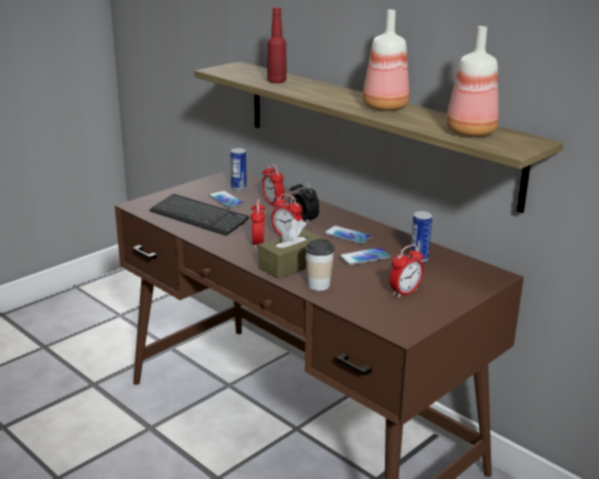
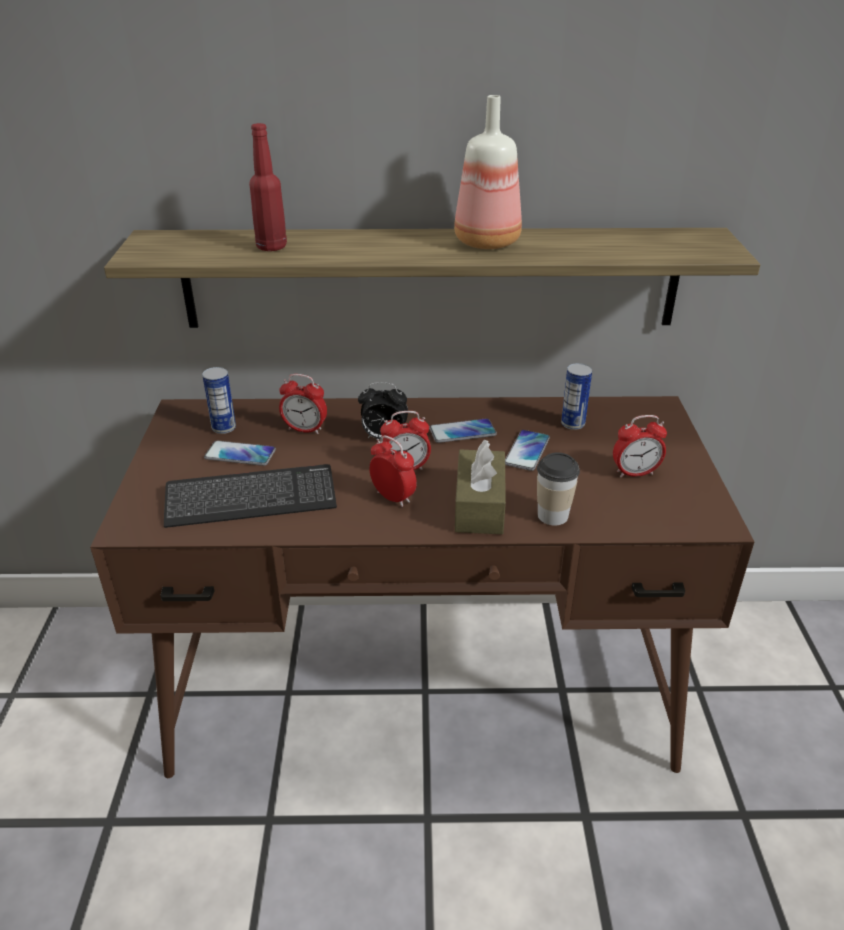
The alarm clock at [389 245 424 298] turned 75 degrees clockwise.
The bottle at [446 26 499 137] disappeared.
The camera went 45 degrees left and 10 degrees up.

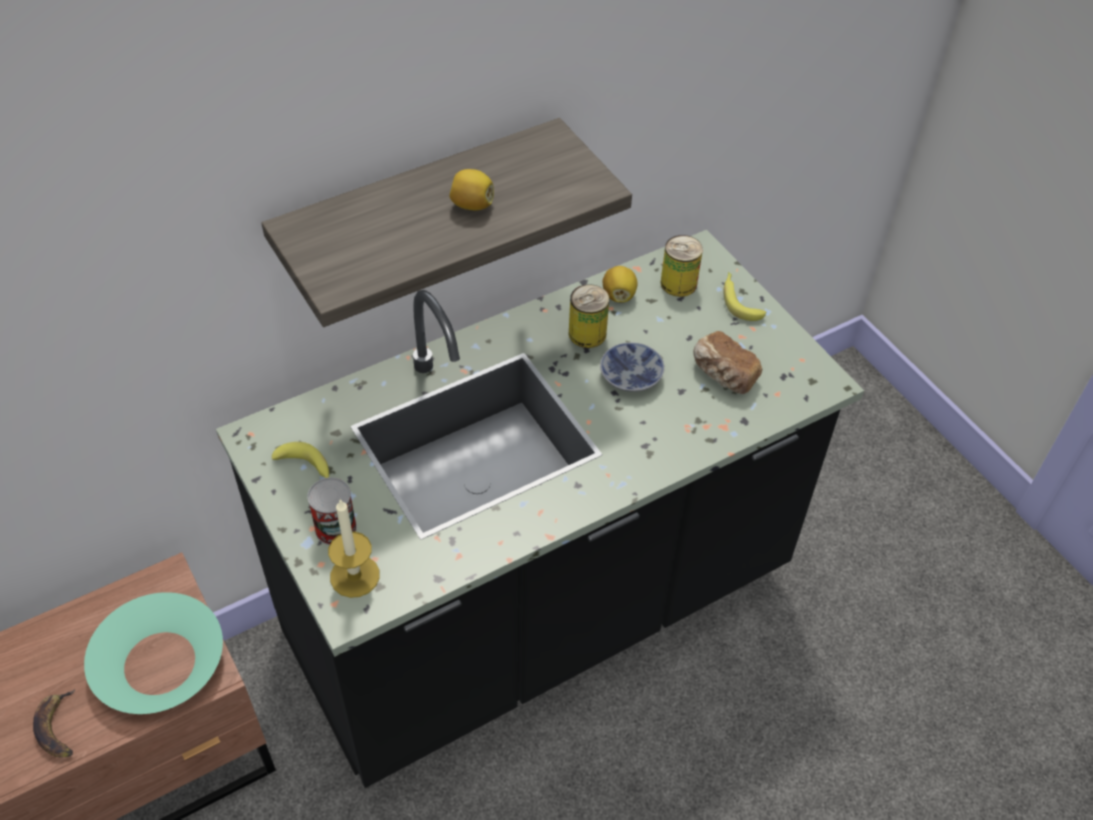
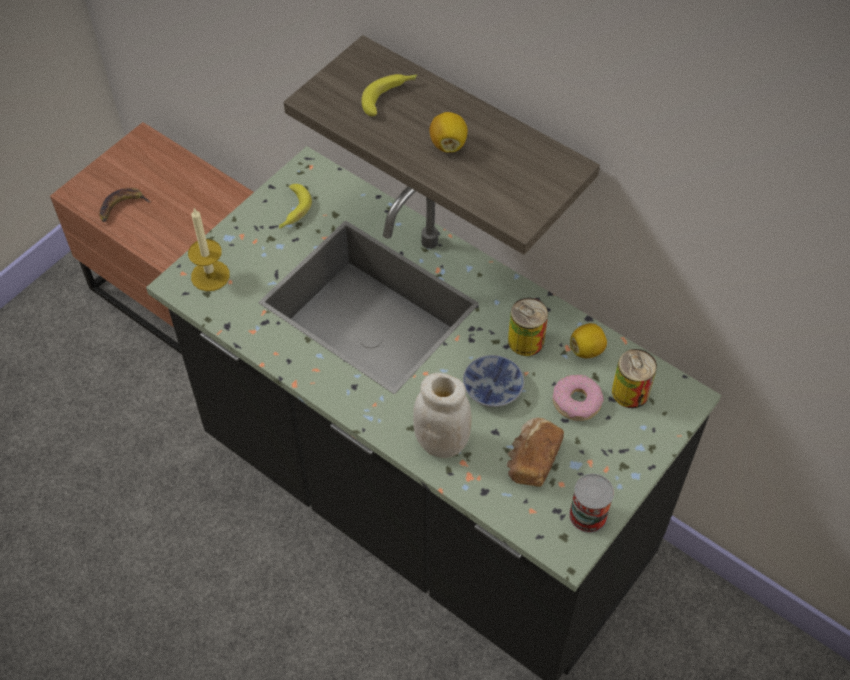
The banana moved from [724 272 766 321] to [362 74 417 116].
The white jar at [413 373 472 458] appeared.
The donut at [553 375 604 421] appeared.
The can moved from [307 477 357 545] to [569 474 614 533].
The turquoise bowl at [84 592 223 714] disappeared.
The camera went 70 degrees right and 5 degrees up.

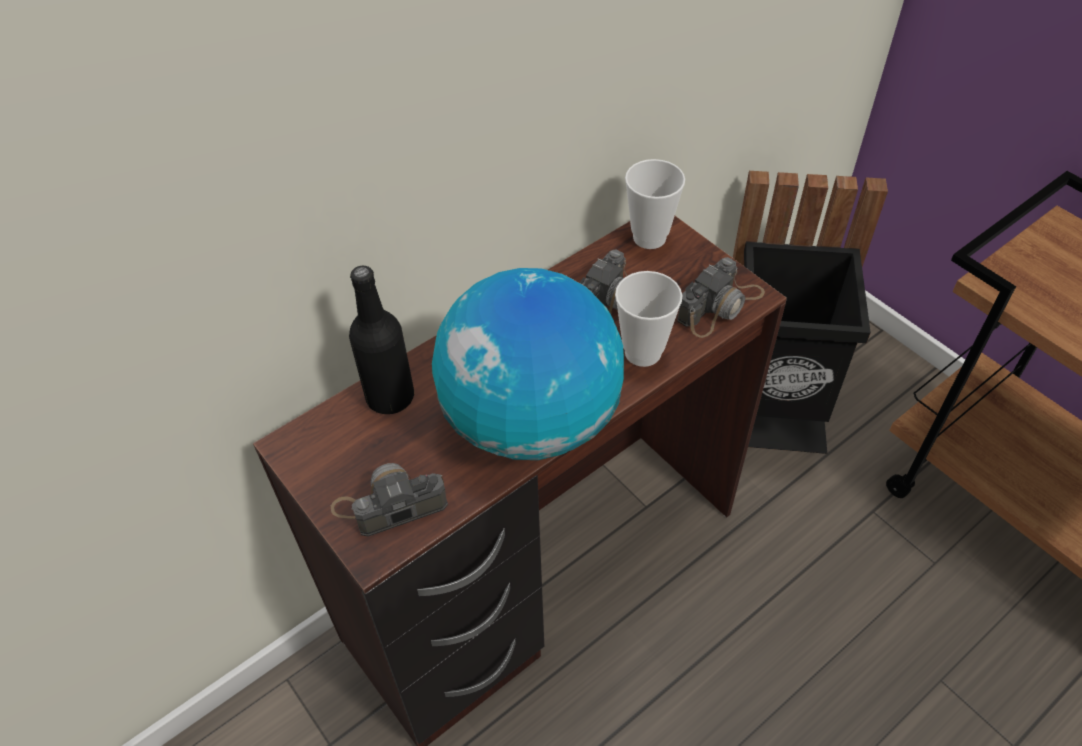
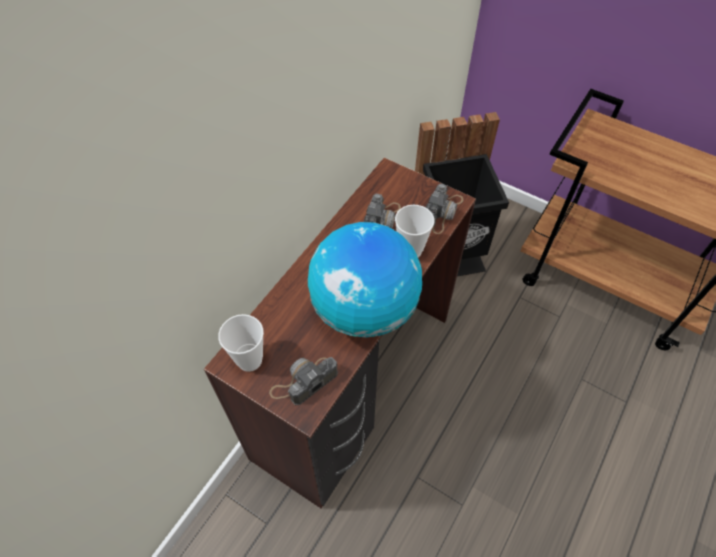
The cup moved from [625 159 685 249] to [218 314 264 372].
The black bottle at [349 265 414 414] disappeared.
The camera went 20 degrees left and 5 degrees up.

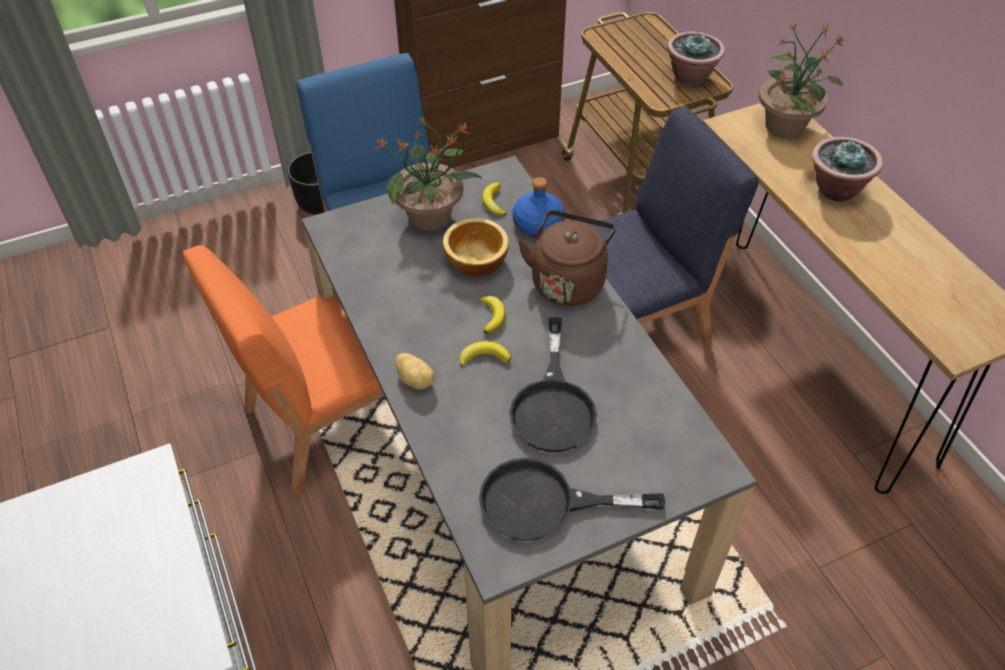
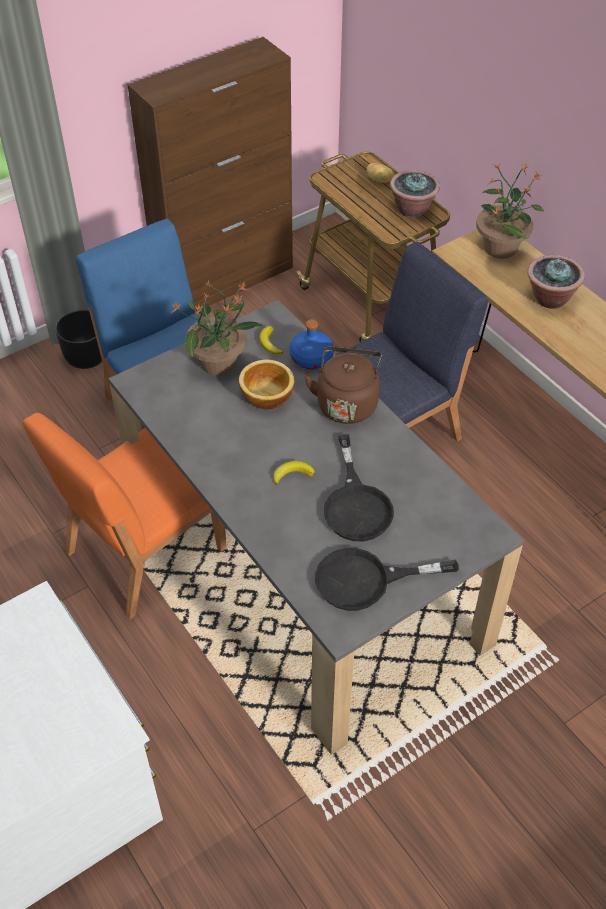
The potato moved from [395 353 435 389] to [367 163 393 183].
The banana at [479 296 505 334] disappeared.
The camera went 10 degrees left and 0 degrees up.

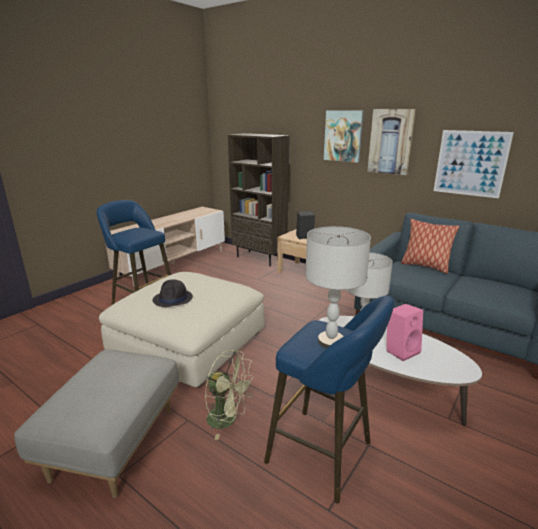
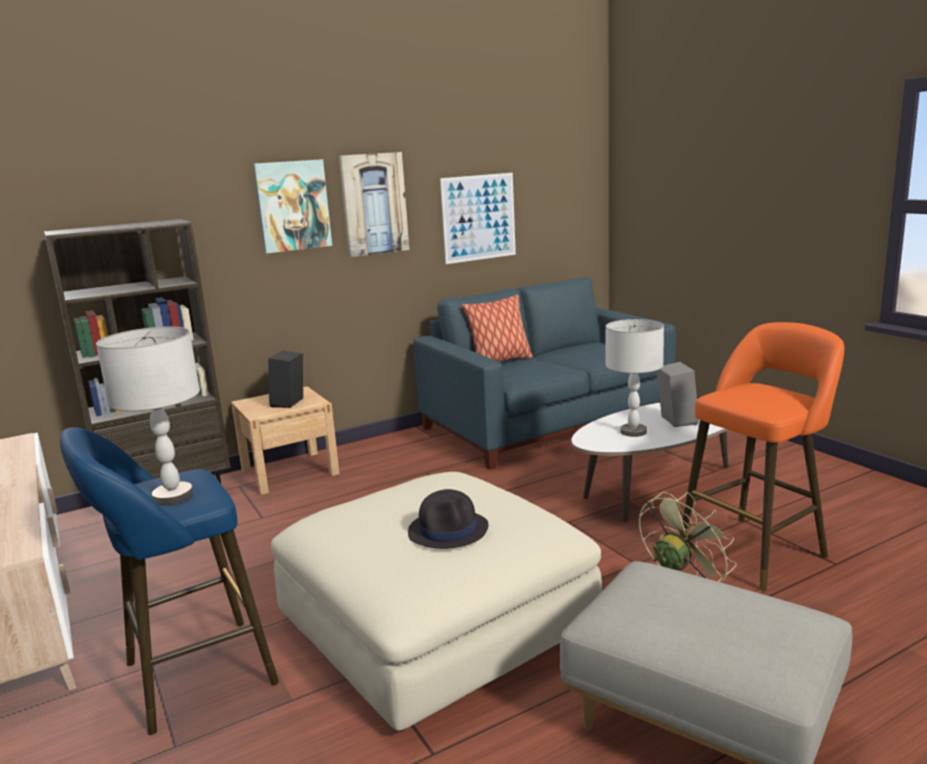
The grey table lamp moved from [305 226 371 349] to [96 326 200 505].
The pink speaker at [387 304 423 361] became the grey speaker at [657 362 699 427].
The blue stool at [264 296 394 504] became the orange stool at [680 322 844 591].
The camera went 65 degrees left and 5 degrees down.

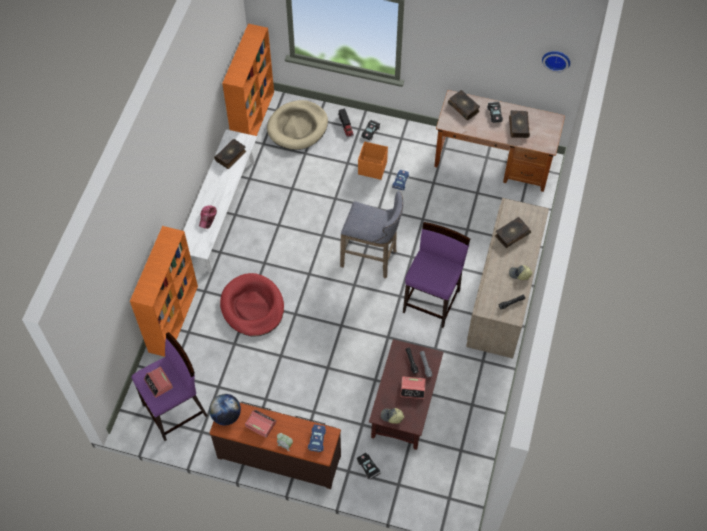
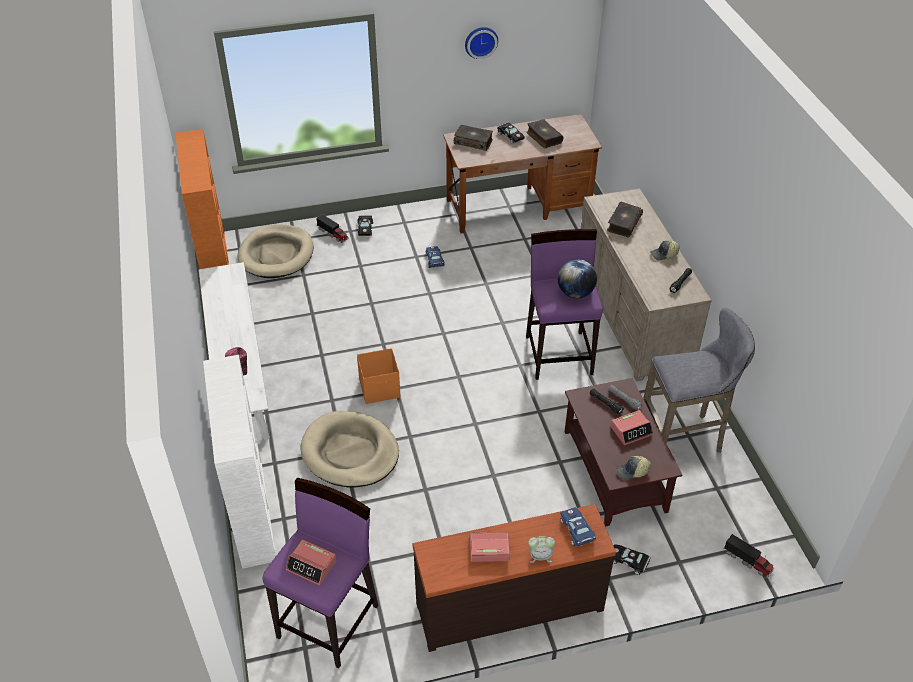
The orange bookcase at [130 226 198 357] became the white bookcase at [203 355 276 569].
The red dog bed at [220 273 284 336] became the beige dog bed at [301 411 399 487].
The orange storage box moved from [358 141 388 180] to [357 348 401 404].
The wall clock moved from [542 51 570 72] to [465 27 498 59].
The globe moved from [209 394 241 425] to [558 259 597 298].
The grey stool moved from [340 191 403 279] to [643 307 755 453].
The toy truck at [724 534 774 578] appeared.
The book at [214 139 246 169] disappeared.
The camera went 30 degrees left and 15 degrees down.

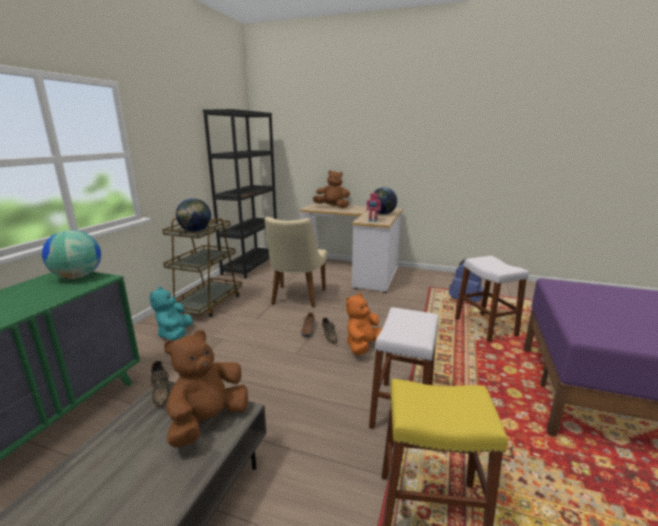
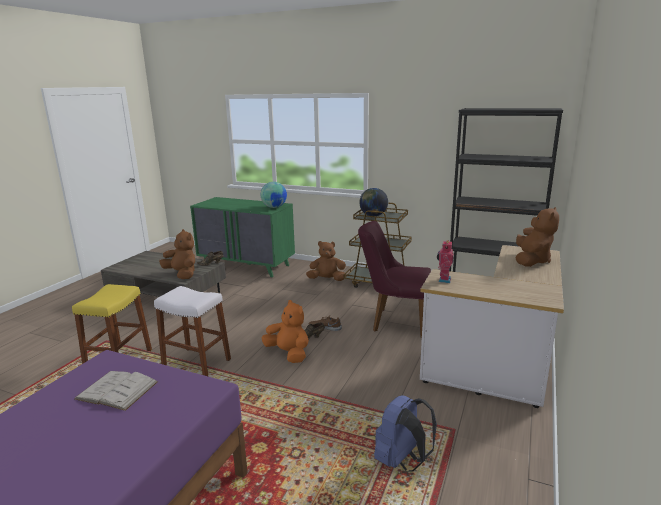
The white book at [75 371 158 411] appeared.
The turquoise plush toy at [149 286 193 341] became the brown plush toy at [306 241 346 281].
The beige chair at [265 217 327 308] became the purple chair at [358 221 431 338].
The globe at [373 187 397 215] disappeared.
The white stool at [455 256 529 343] disappeared.
The camera went 95 degrees right and 0 degrees up.

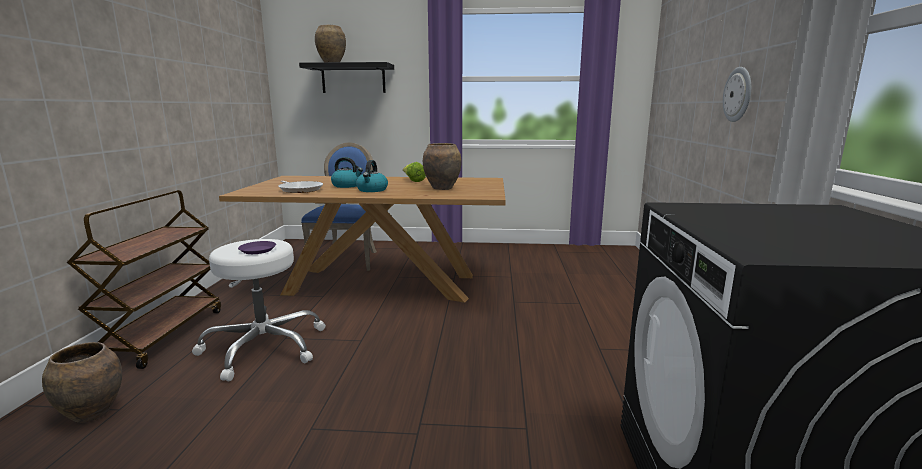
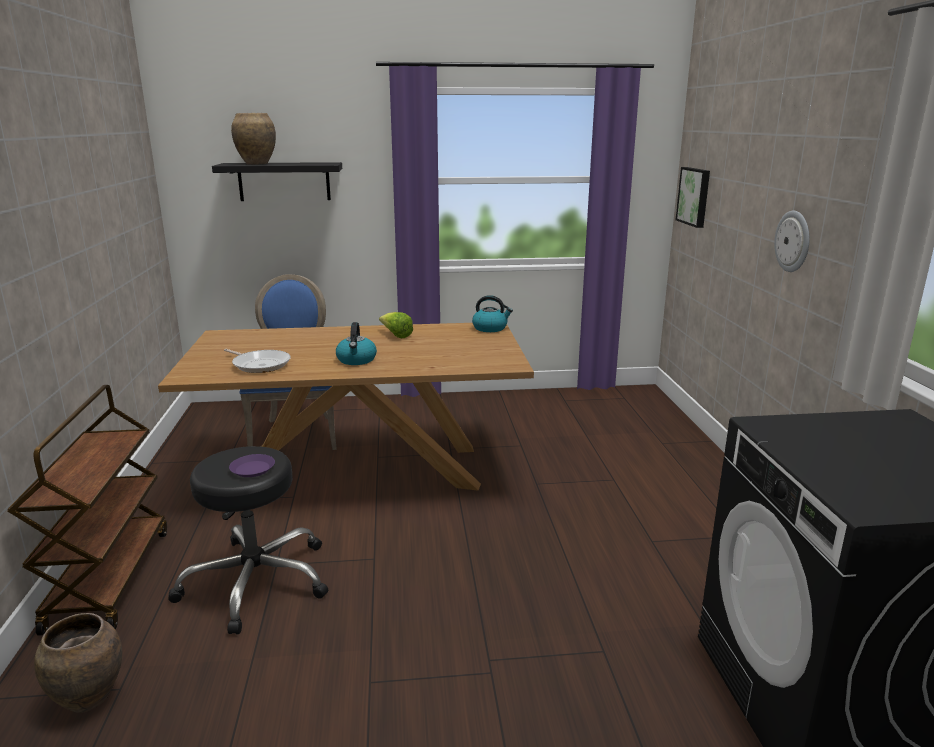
The white stool at [192 239 326 381] became the black stool at [168 446 329 634].
The kettle moved from [331 157 363 188] to [472 295 513 332].
The picture at [676 167 710 228] appeared.
The brown vase at [423 143 462 190] disappeared.
The camera went 10 degrees left and 5 degrees up.

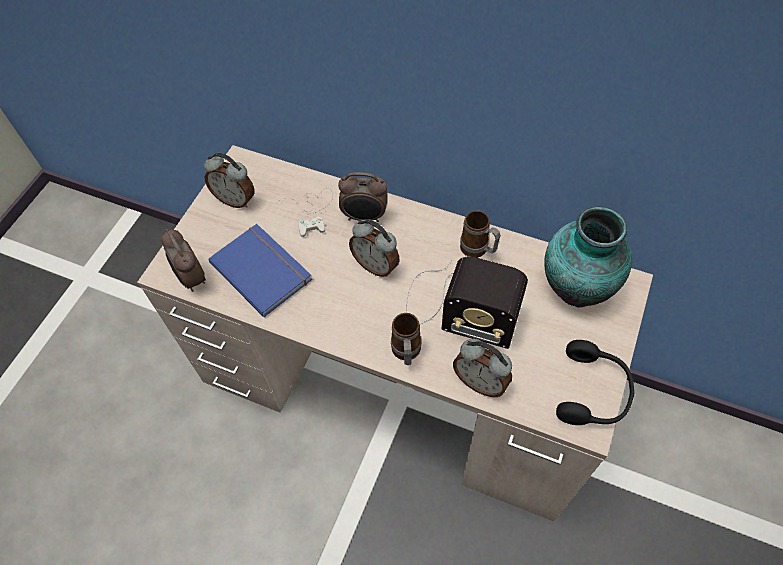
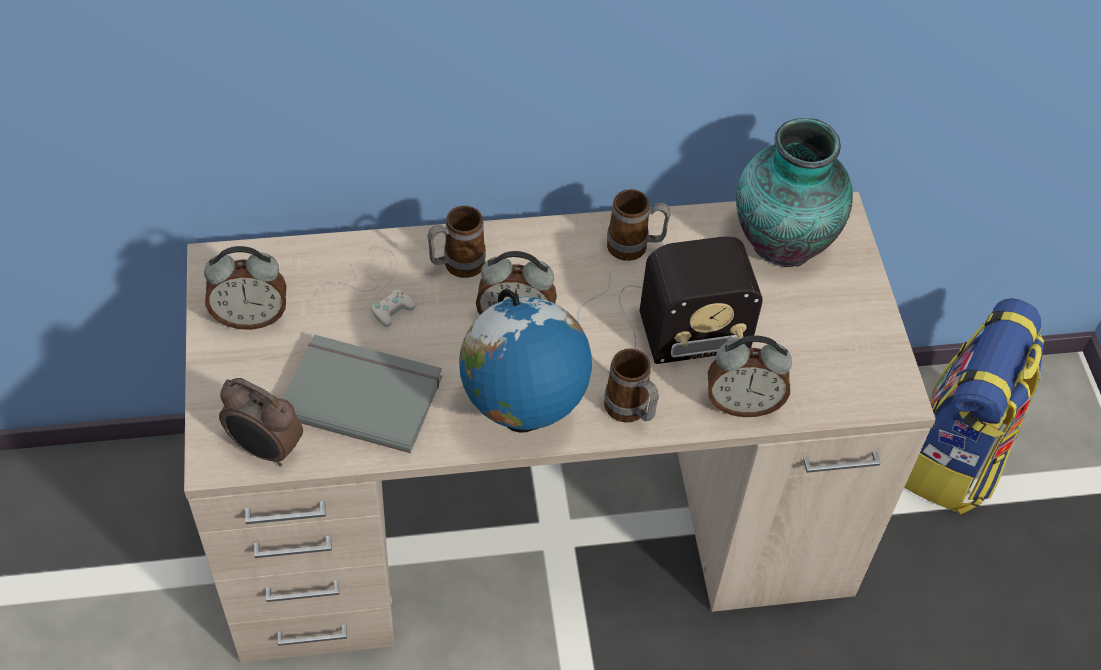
The blue book at [209 224 312 317] became the grey book at [283 335 442 453].
The alarm clock at [338 172 387 222] was replaced by the mug at [427 206 486 278].
The globe at [459 289 592 433] appeared.
The backpack at [904 298 1044 514] appeared.
The black headphones at [556 340 634 425] disappeared.
The camera went 35 degrees left and 5 degrees down.

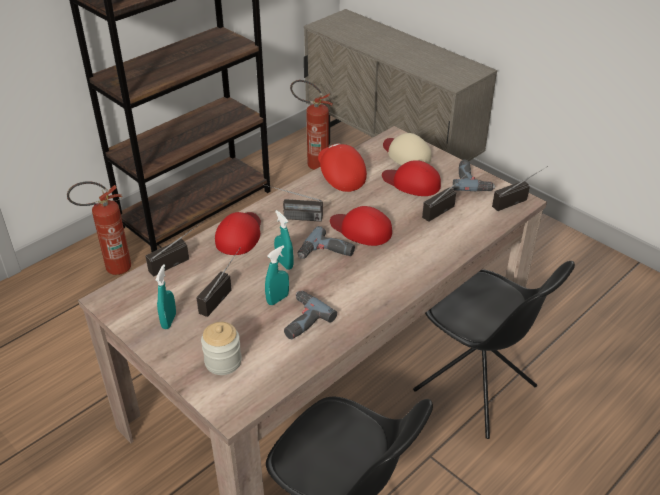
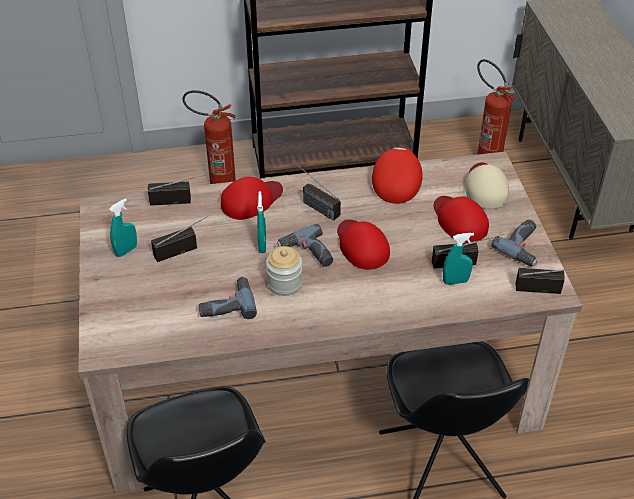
The jar moved from [201 322 242 375] to [266 246 302 296].
The turquoise spray bottle moved from [265 245 289 305] to [443 233 474 285].
The camera went 35 degrees right and 5 degrees up.

